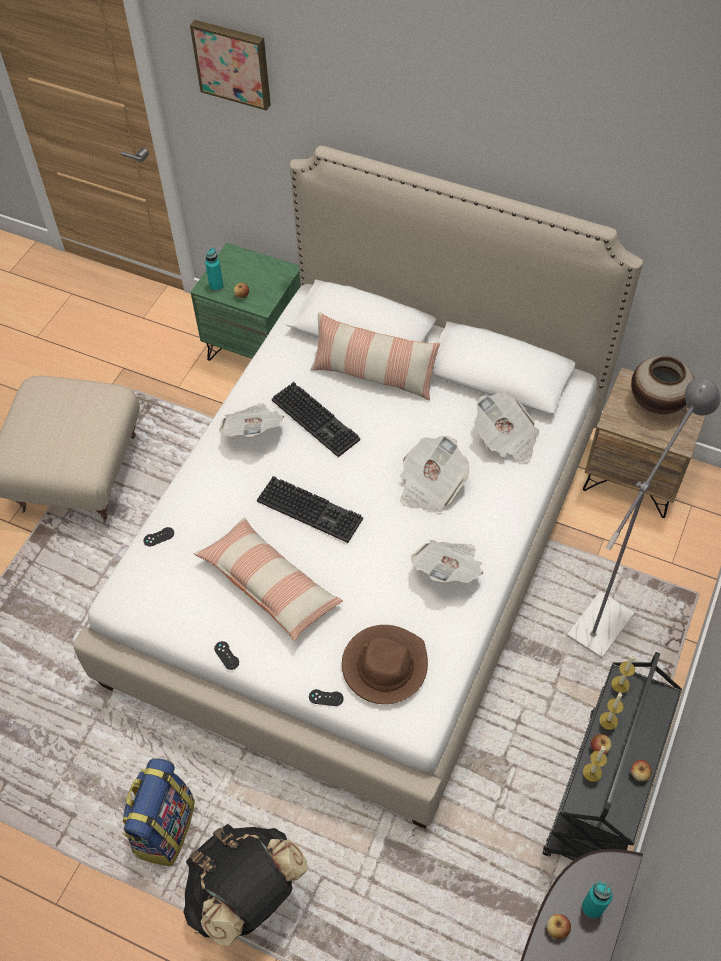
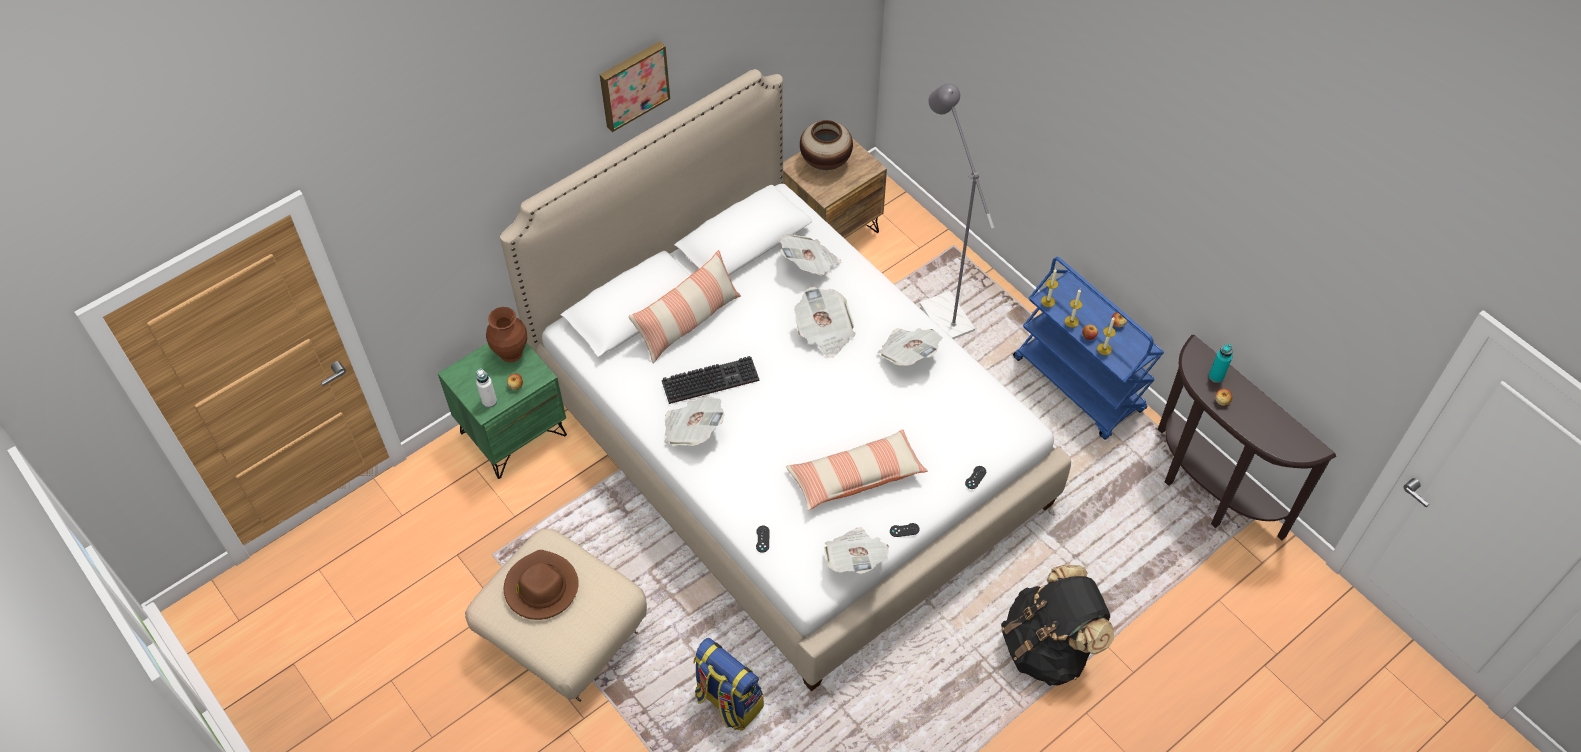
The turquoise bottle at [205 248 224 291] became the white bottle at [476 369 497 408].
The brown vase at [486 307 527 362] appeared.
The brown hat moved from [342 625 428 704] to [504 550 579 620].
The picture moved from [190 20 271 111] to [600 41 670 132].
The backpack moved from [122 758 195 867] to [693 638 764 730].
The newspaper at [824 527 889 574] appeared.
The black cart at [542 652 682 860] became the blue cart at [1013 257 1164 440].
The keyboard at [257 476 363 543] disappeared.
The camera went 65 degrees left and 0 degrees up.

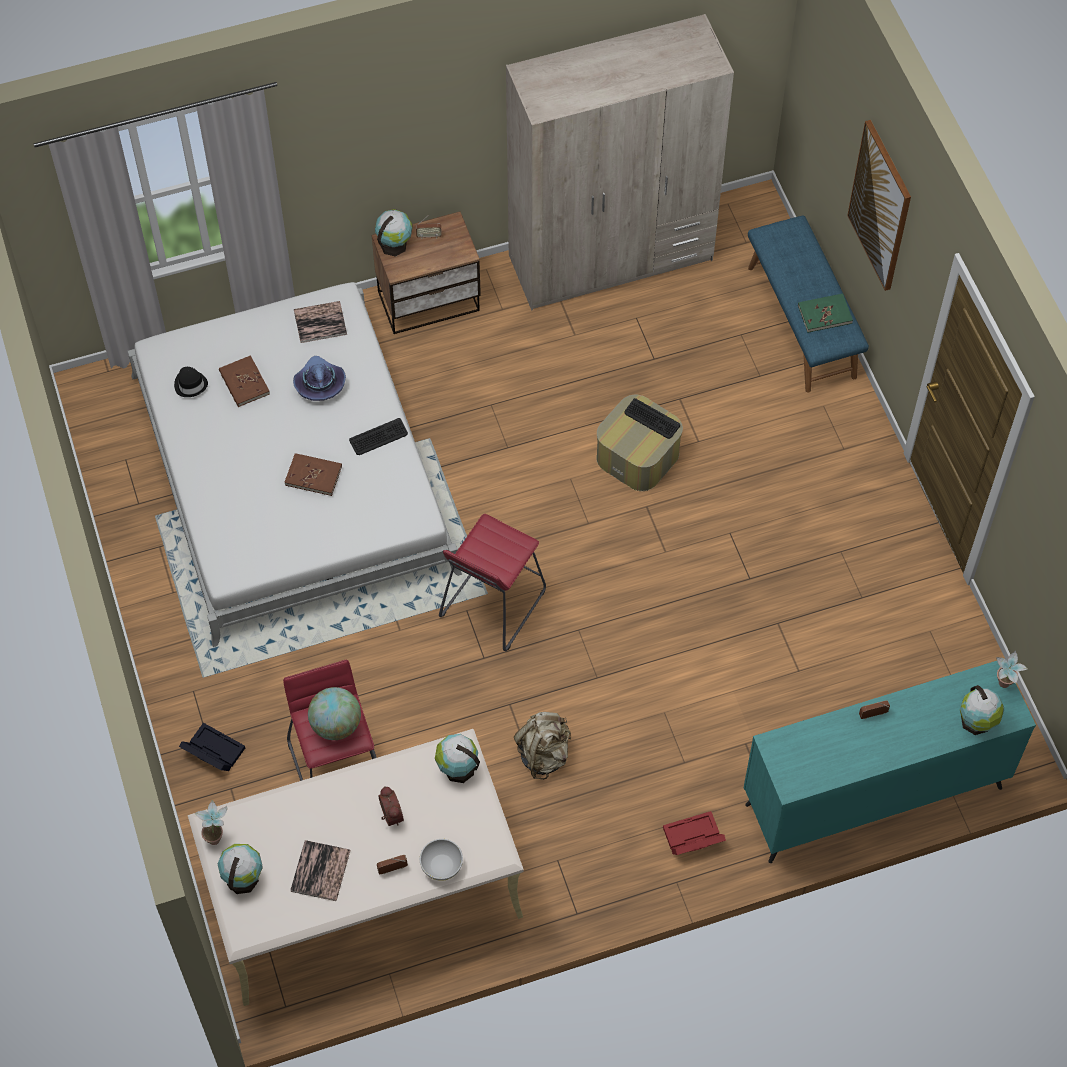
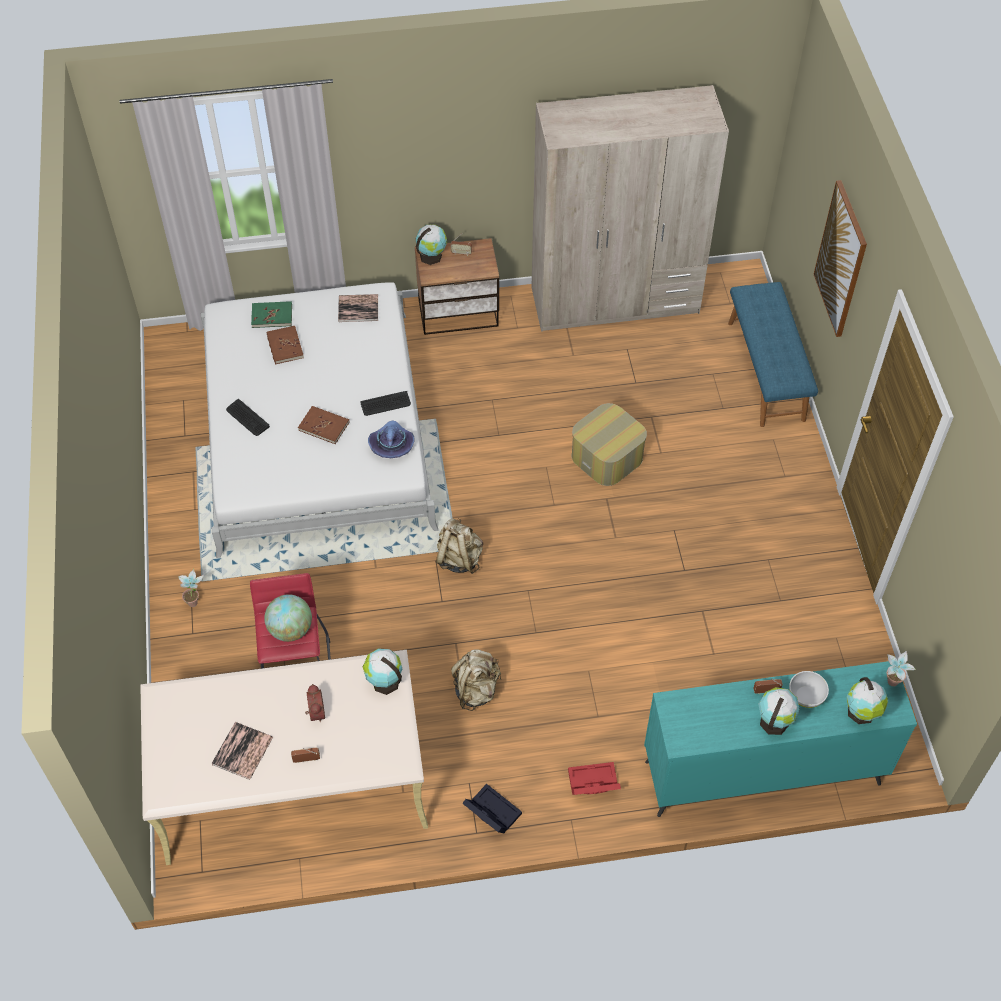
The potted plant moved from [195 800 227 845] to [178 569 203 607].
The keyboard moved from [624 398 680 439] to [226 399 270 436].
The green book moved from [798 294 853 333] to [251 301 292 328].
The purple hat moved from [293 356 346 401] to [368 420 414 458].
The red stool at [439 514 546 651] was replaced by the beige backpack at [436 518 483 574].
The black storage box moved from [179 723 245 771] to [462 784 522 833].
The globe moved from [218 844 263 894] to [758 687 800 735].
The white bowl moved from [420 839 463 881] to [789 671 829 708].
The black hat at [174 367 208 397] disappeared.
The camera went 10 degrees right and 5 degrees down.

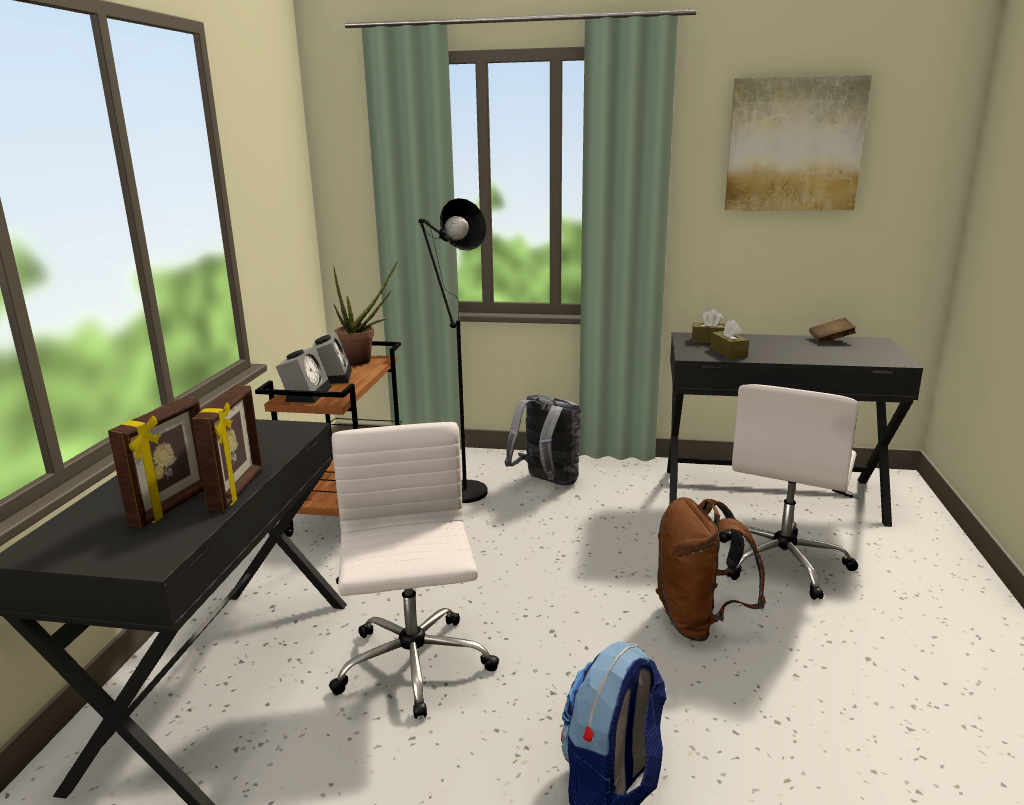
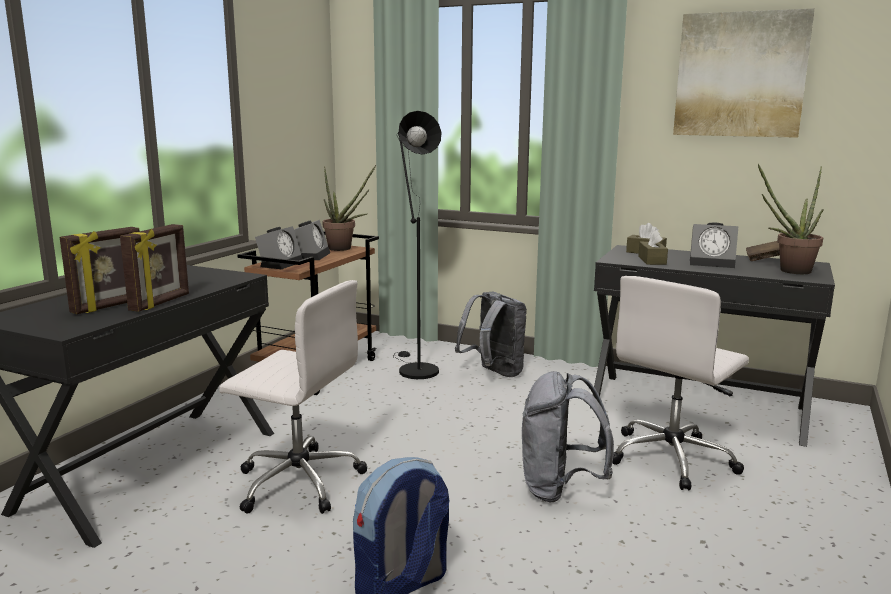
The white office chair at [329 422 499 719] turned 105 degrees clockwise.
The brown backpack at [656 497 766 642] became the grey backpack at [522 371 614 502].
The alarm clock at [690 223 738 268] appeared.
The potted plant at [758 164 824 274] appeared.
The camera went 15 degrees right and 5 degrees down.

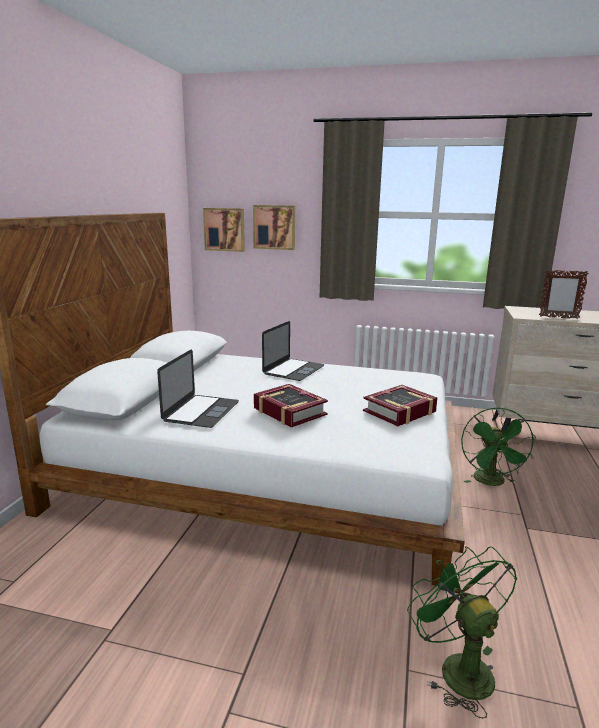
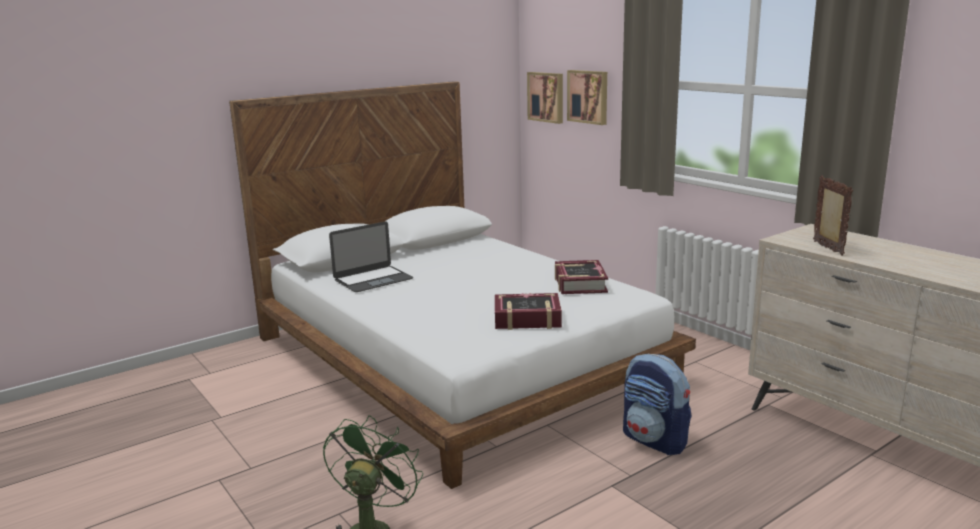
The book moved from [254 384 328 427] to [555 260 608 294].
The green fan at [461 407 536 486] was replaced by the backpack at [623 354 691 455].
The picture frame at [539 270 589 319] turned 150 degrees counterclockwise.
The laptop at [262 321 324 381] disappeared.
The camera went 40 degrees right and 0 degrees up.

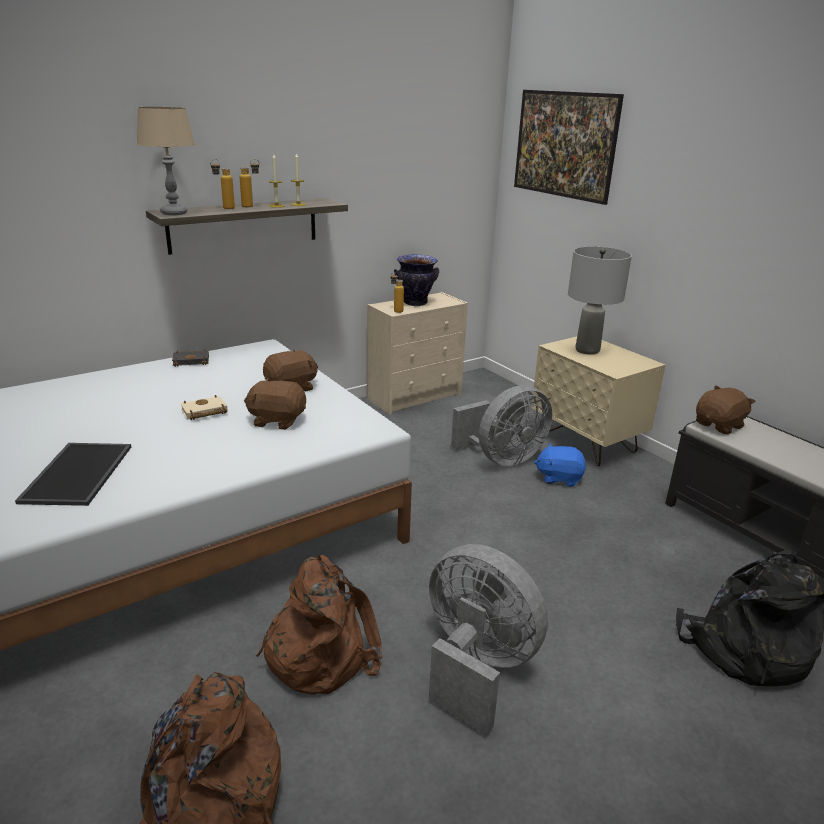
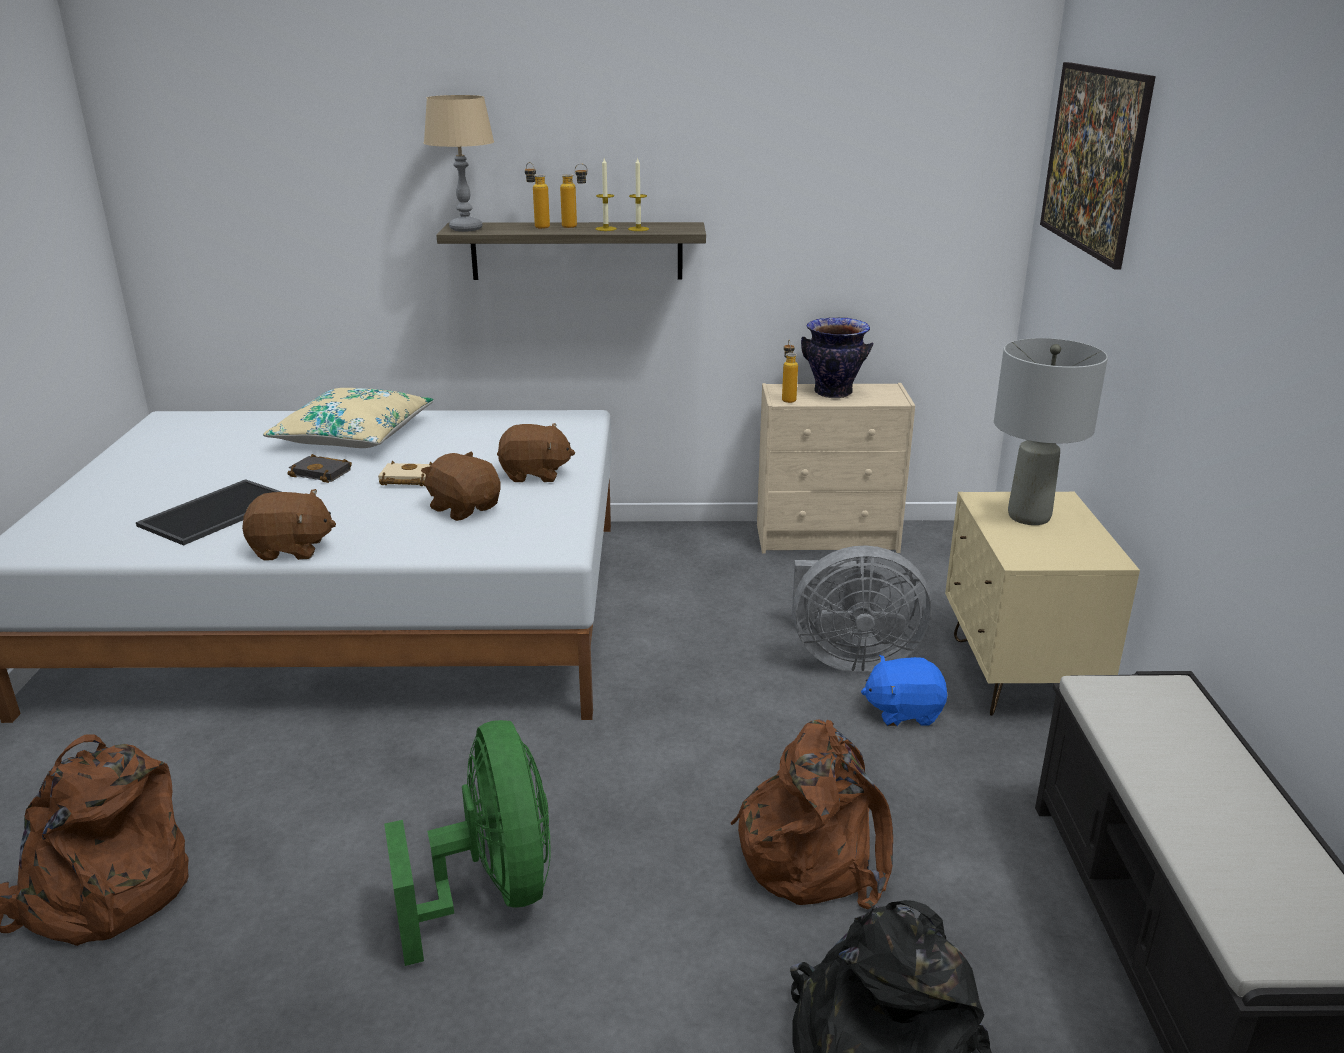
The brown plush toy moved from [696 385 756 435] to [242 489 336 561].
The beige pillow at [263 388 434 448] appeared.
The black book moved from [172 349 209 367] to [287 454 352 483].
The grey fan at [429 544 548 736] became the green fan at [384 720 551 966].
The brown backpack moved from [256 555 382 695] to [731 720 893 909].
The blue plush toy at [534 443 586 487] turned 45 degrees counterclockwise.
The camera went 35 degrees right and 0 degrees up.

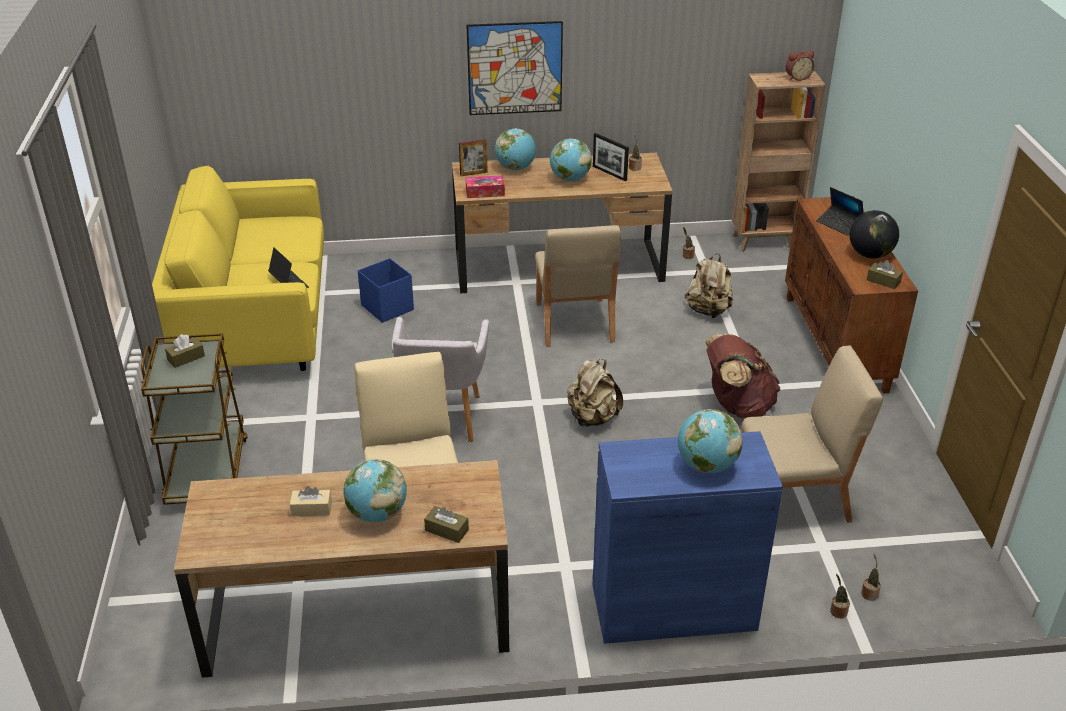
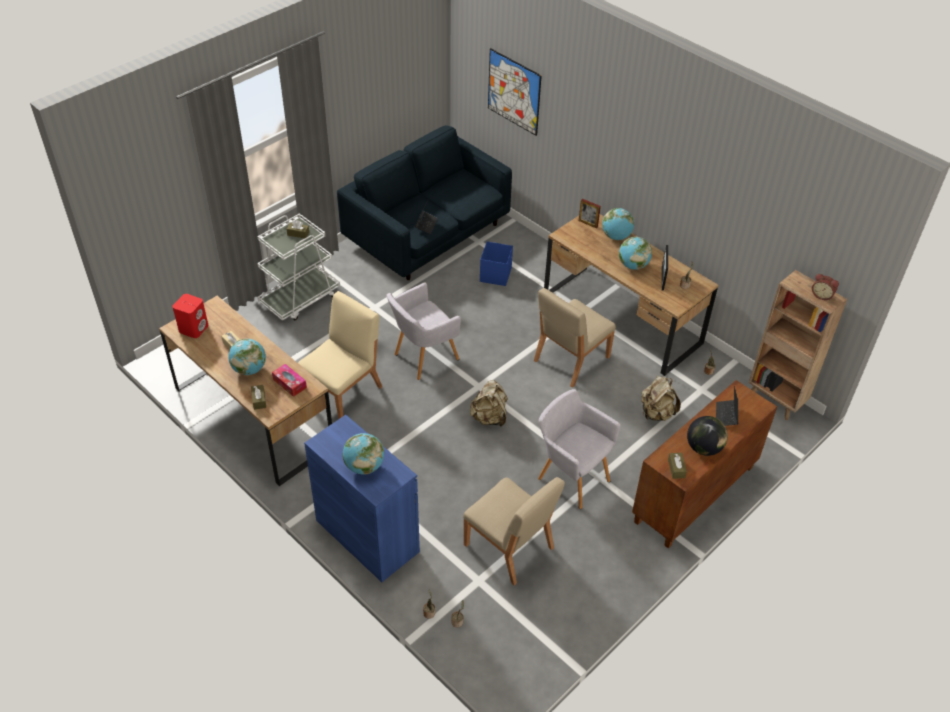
The red speaker at [172 294 208 338] appeared.
The brown cart at [141 333 248 505] became the white cart at [257 214 340 321].
The tissue box moved from [466 176 505 198] to [272 364 307 397].
The yellow sofa at [152 166 324 371] became the blue sofa at [337 125 512 280].
The picture moved from [466 21 563 115] to [488 48 542 136].
The brown backpack at [705 334 780 418] was replaced by the grey armchair at [538 389 620 509].
The camera went 50 degrees right and 10 degrees up.

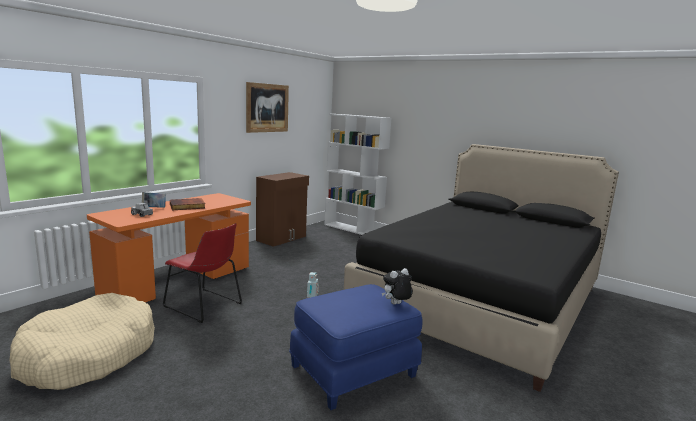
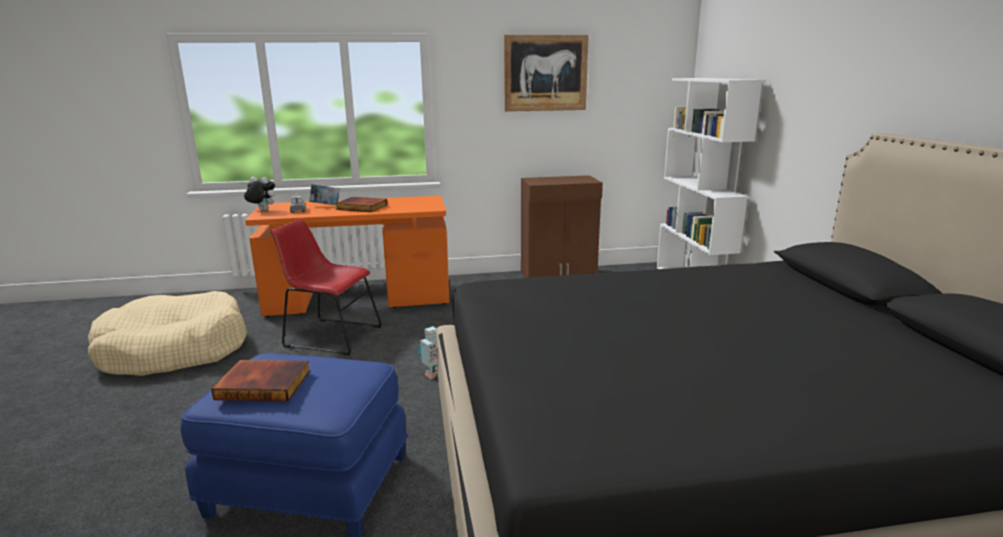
The book at [211 360 310 401] appeared.
The plush toy moved from [382 268 413 304] to [244 177 275 210].
The red chair at [163 223 242 323] turned 120 degrees clockwise.
The camera went 45 degrees right and 5 degrees up.

